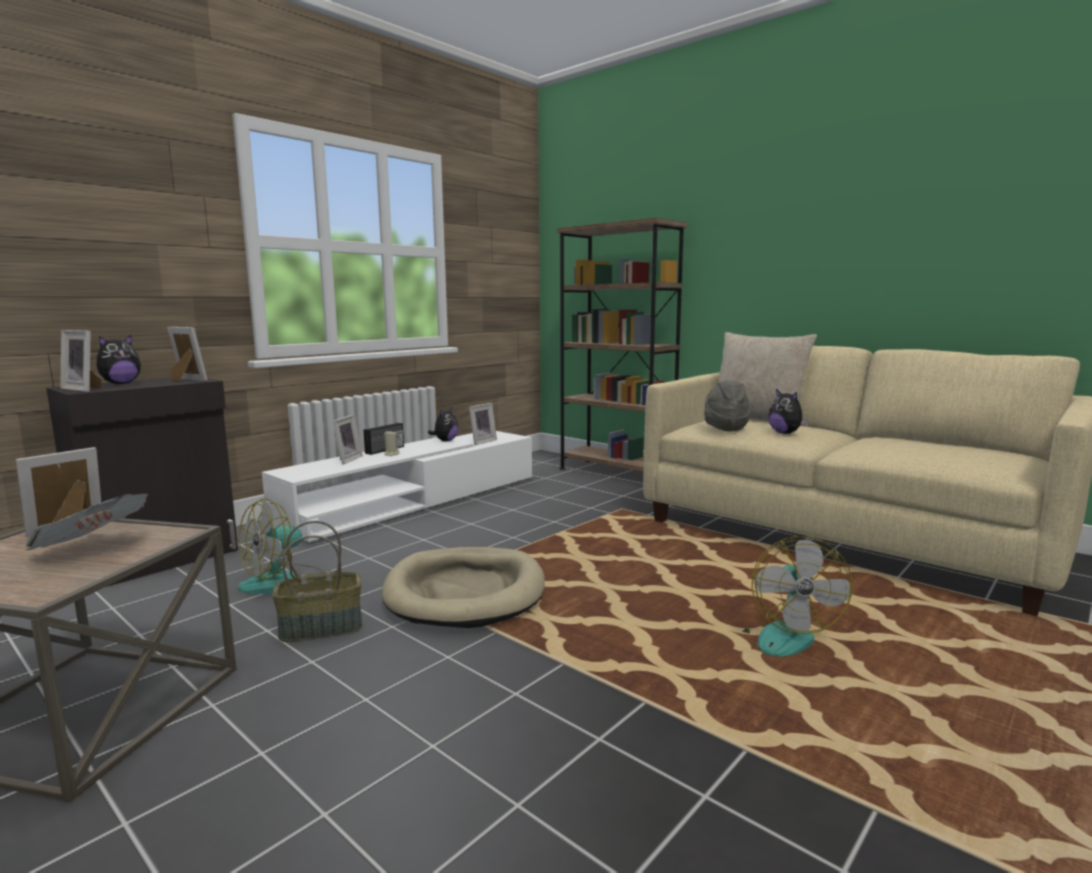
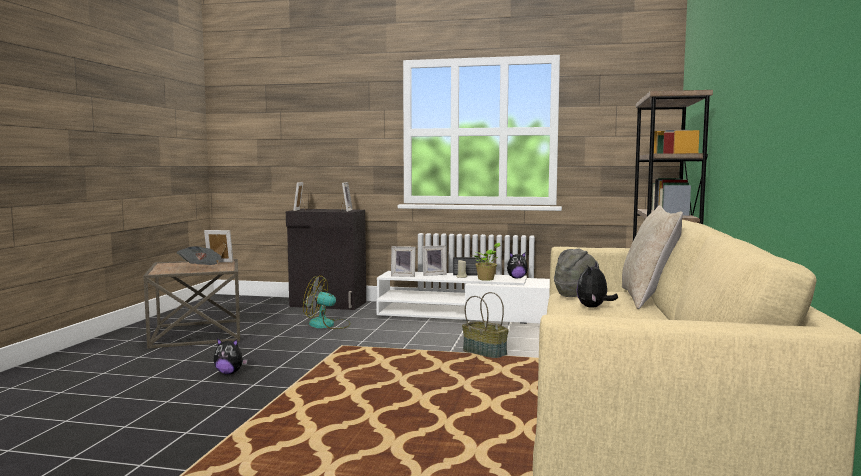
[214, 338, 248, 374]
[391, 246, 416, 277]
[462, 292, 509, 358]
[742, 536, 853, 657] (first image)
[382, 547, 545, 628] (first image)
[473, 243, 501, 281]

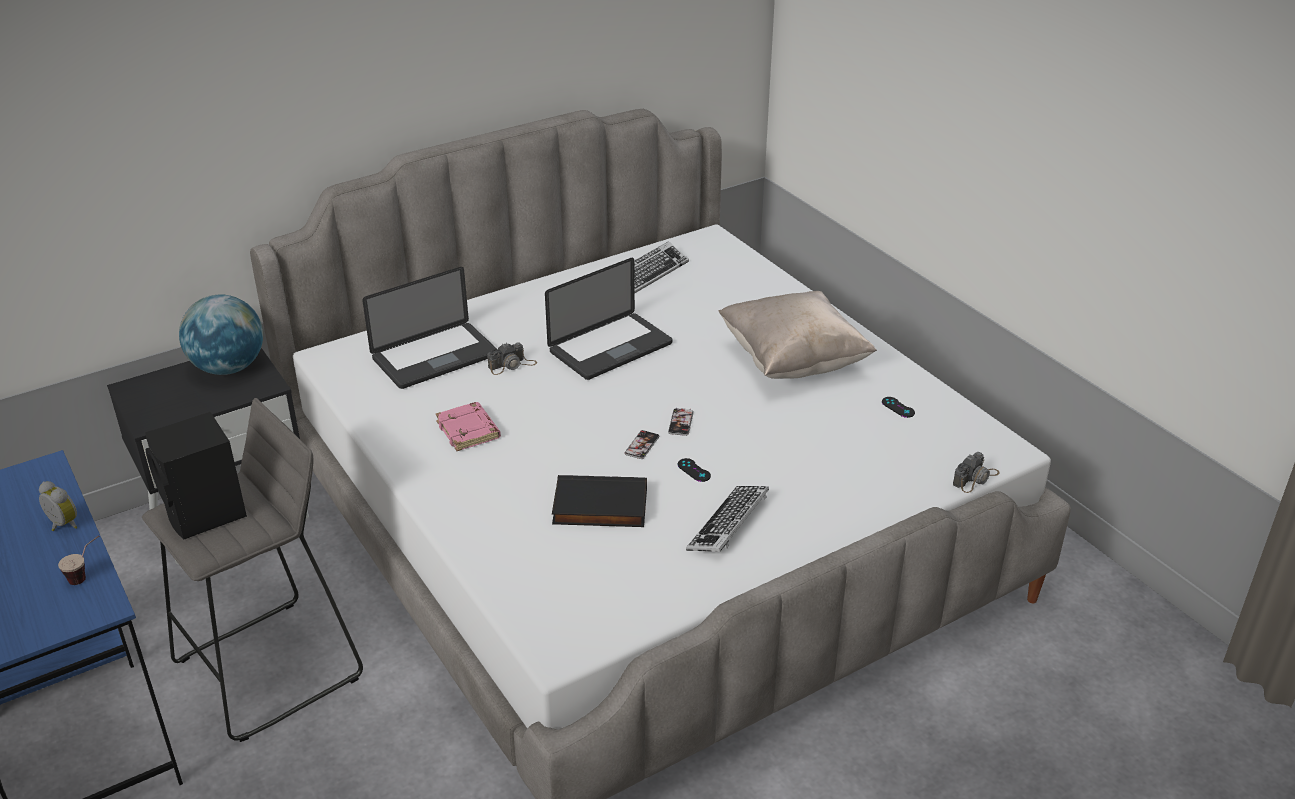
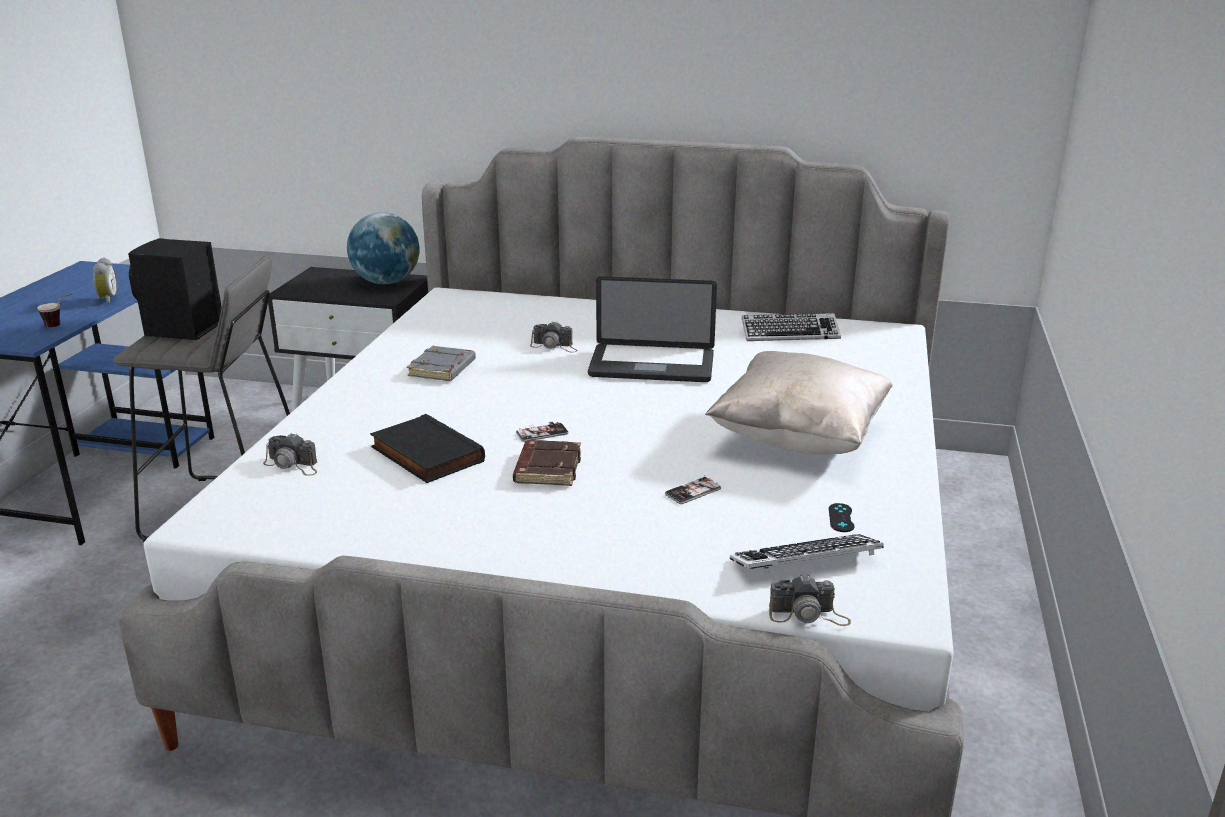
[362, 267, 498, 389] (first image)
[407, 346, 476, 381]
[665, 476, 721, 504]
[513, 440, 581, 486]
[730, 534, 884, 573]
[263, 433, 317, 476]

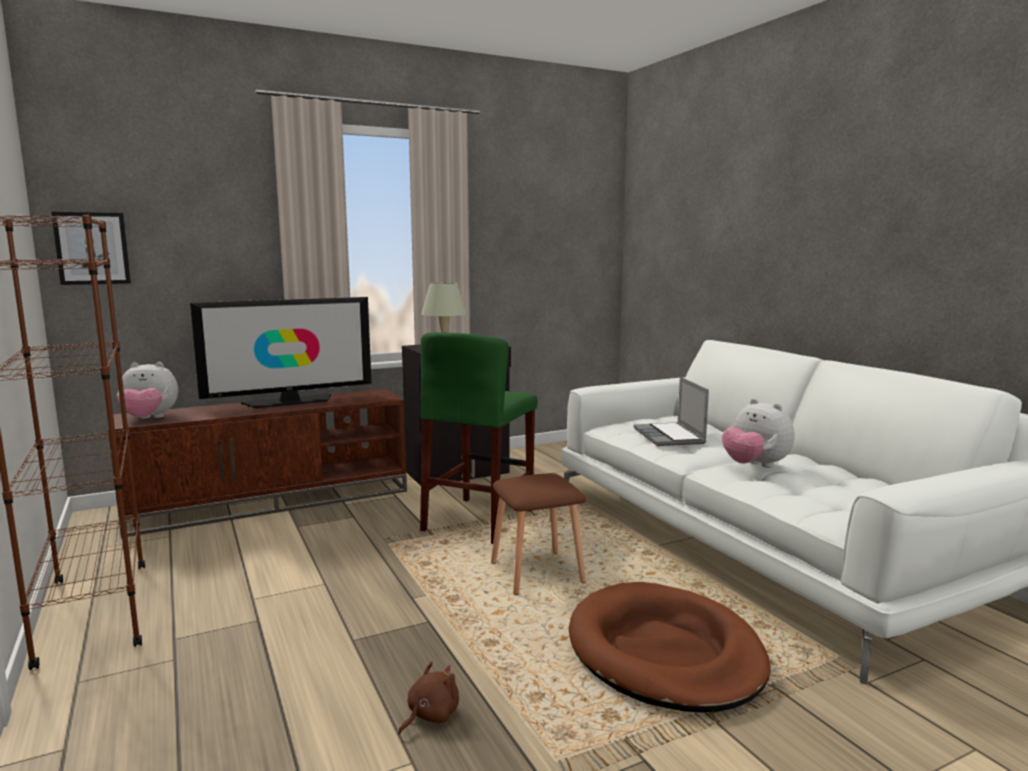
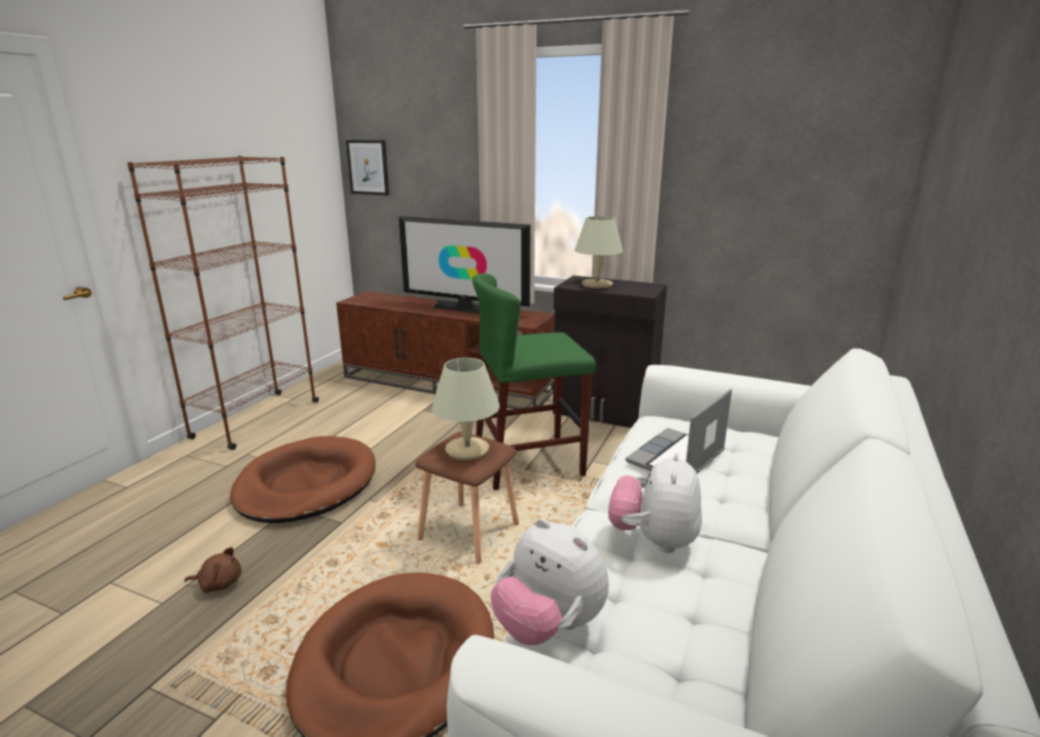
[491, 518, 609, 645]
[432, 358, 500, 460]
[230, 436, 376, 523]

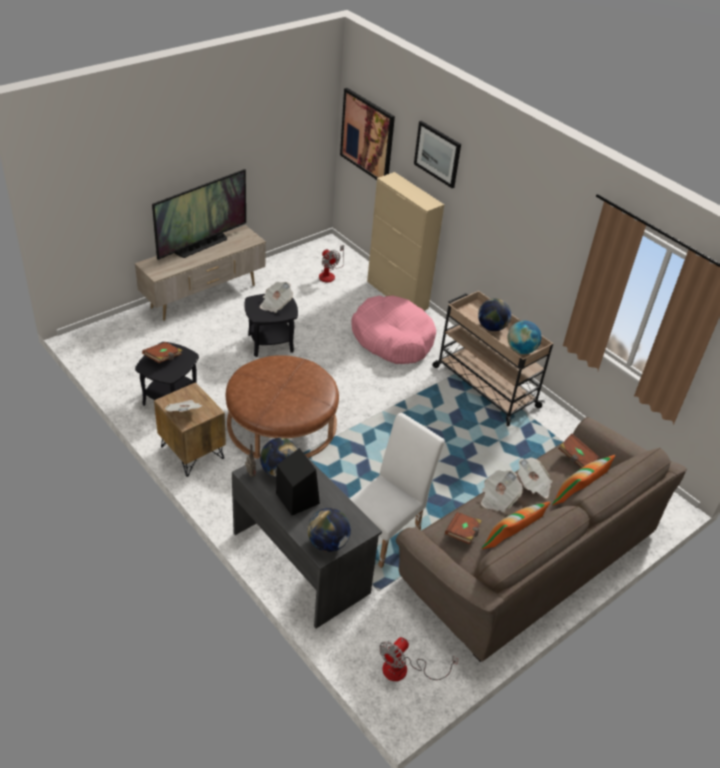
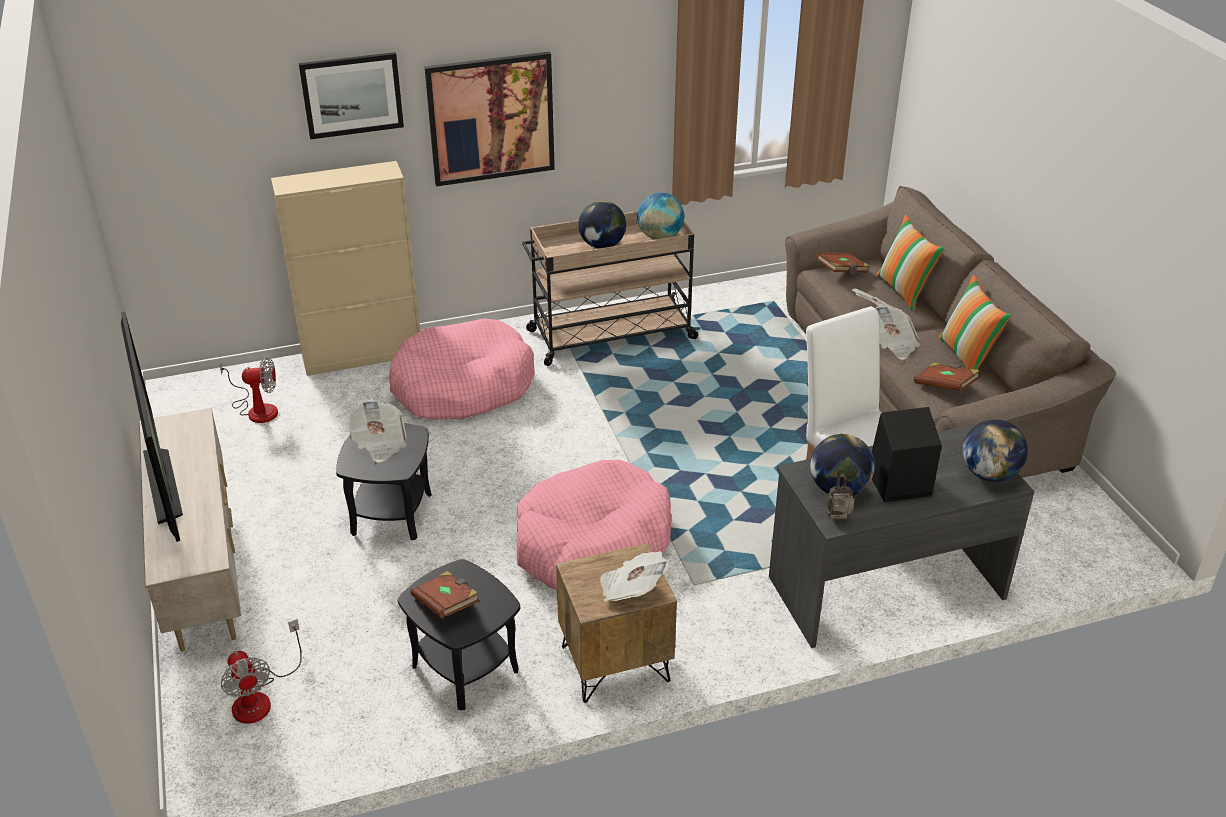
[424, 52, 555, 187]
[517, 460, 672, 590]
[221, 619, 302, 724]

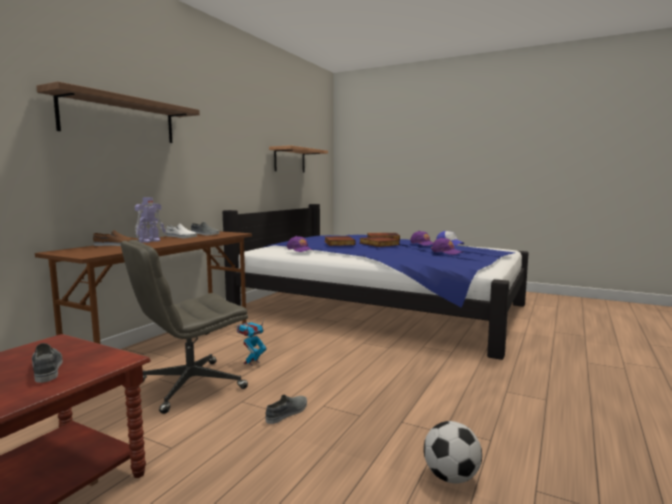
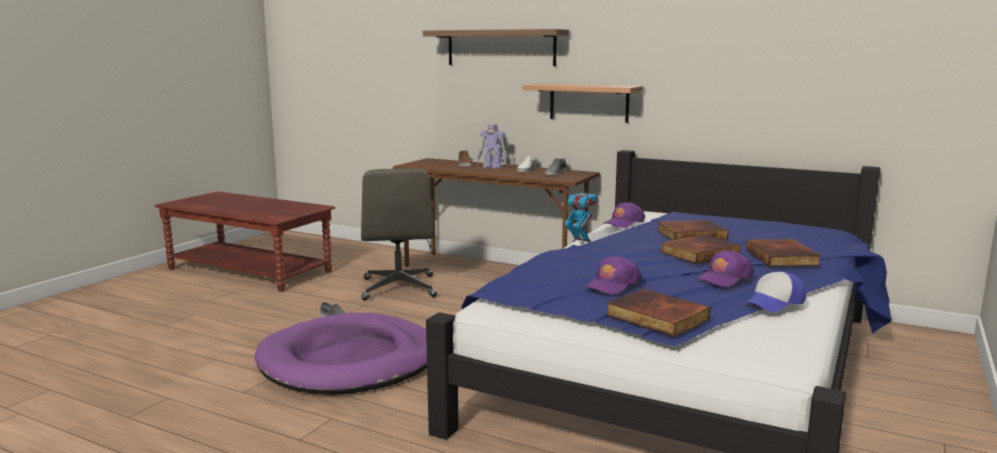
[522, 83, 643, 123]
[361, 169, 437, 301]
[564, 187, 599, 244]
[32, 343, 63, 383] (first image)
[424, 421, 482, 484] (first image)
[606, 289, 711, 337]
[255, 313, 427, 395]

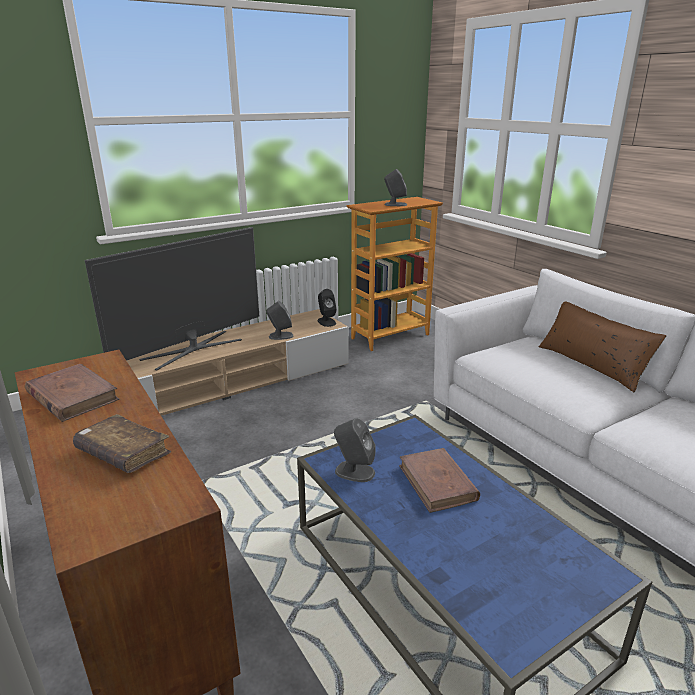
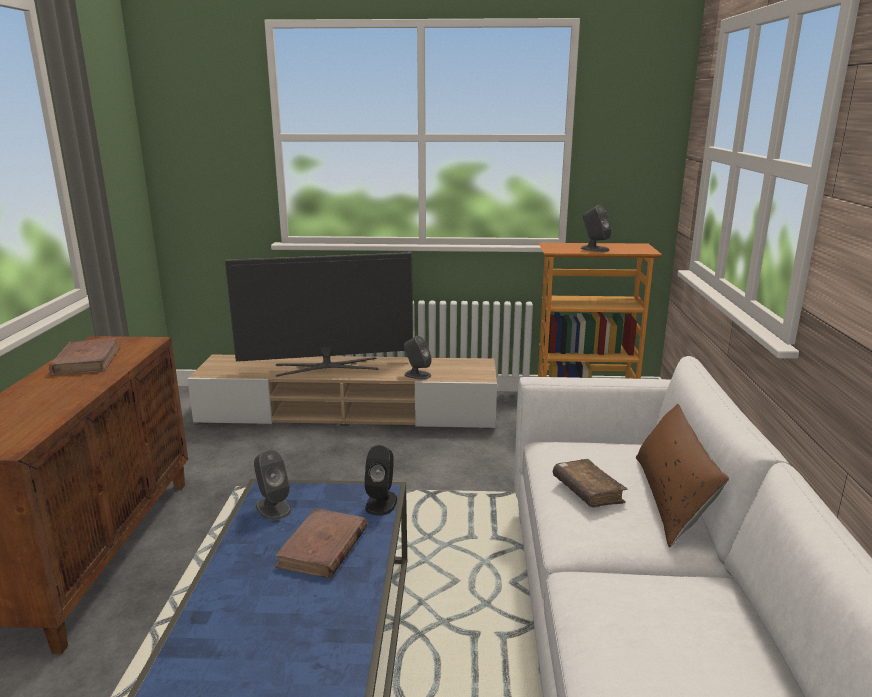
[364, 445, 397, 516]
[553, 459, 628, 508]

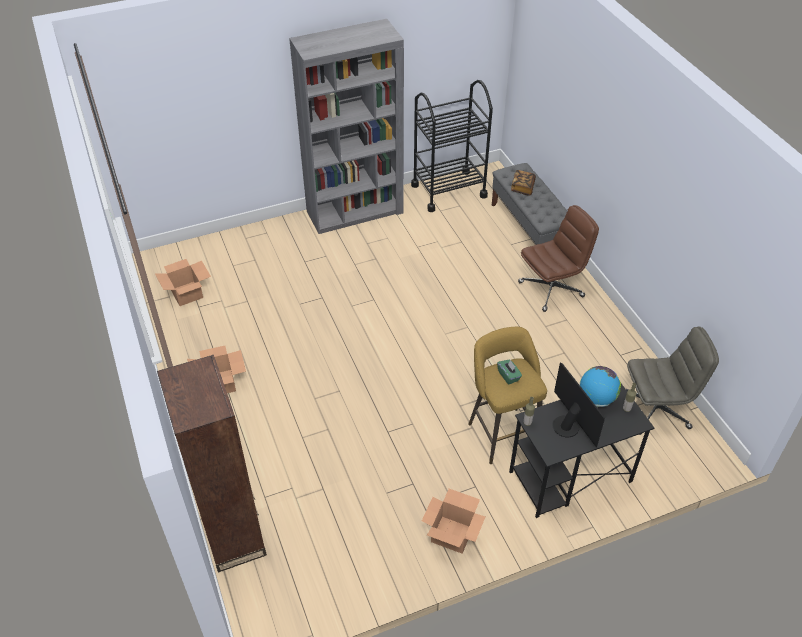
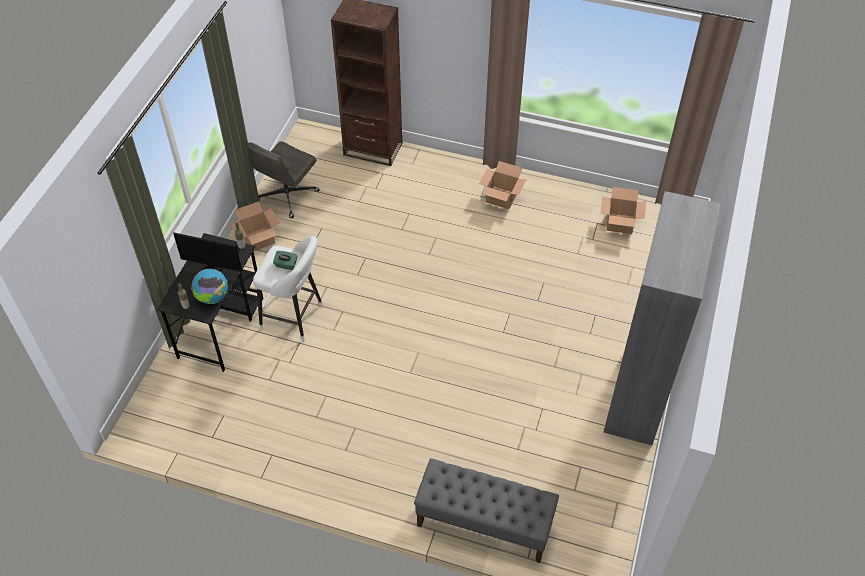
[411, 80, 493, 212] (first image)
[511, 170, 536, 196] (first image)
[518, 205, 599, 312] (first image)
[246, 141, 320, 218]
[253, 236, 323, 342]

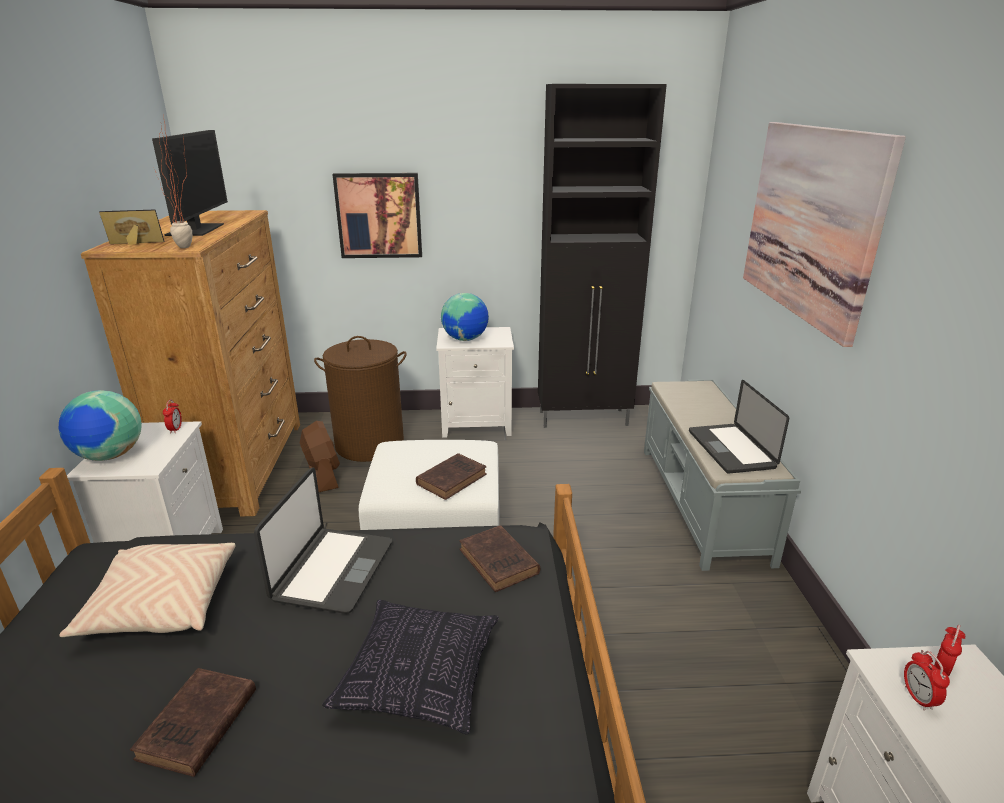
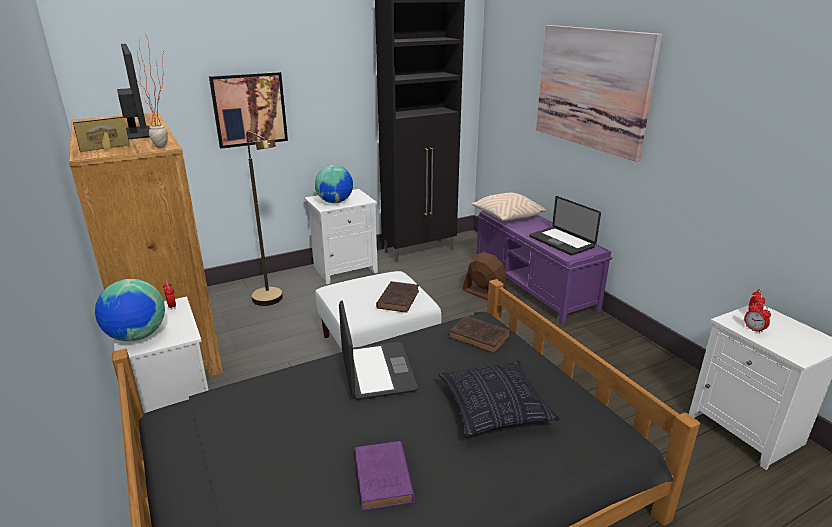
[246, 131, 283, 306]
[476, 211, 612, 324]
[463, 252, 507, 300]
[471, 193, 547, 221]
[355, 441, 415, 511]

